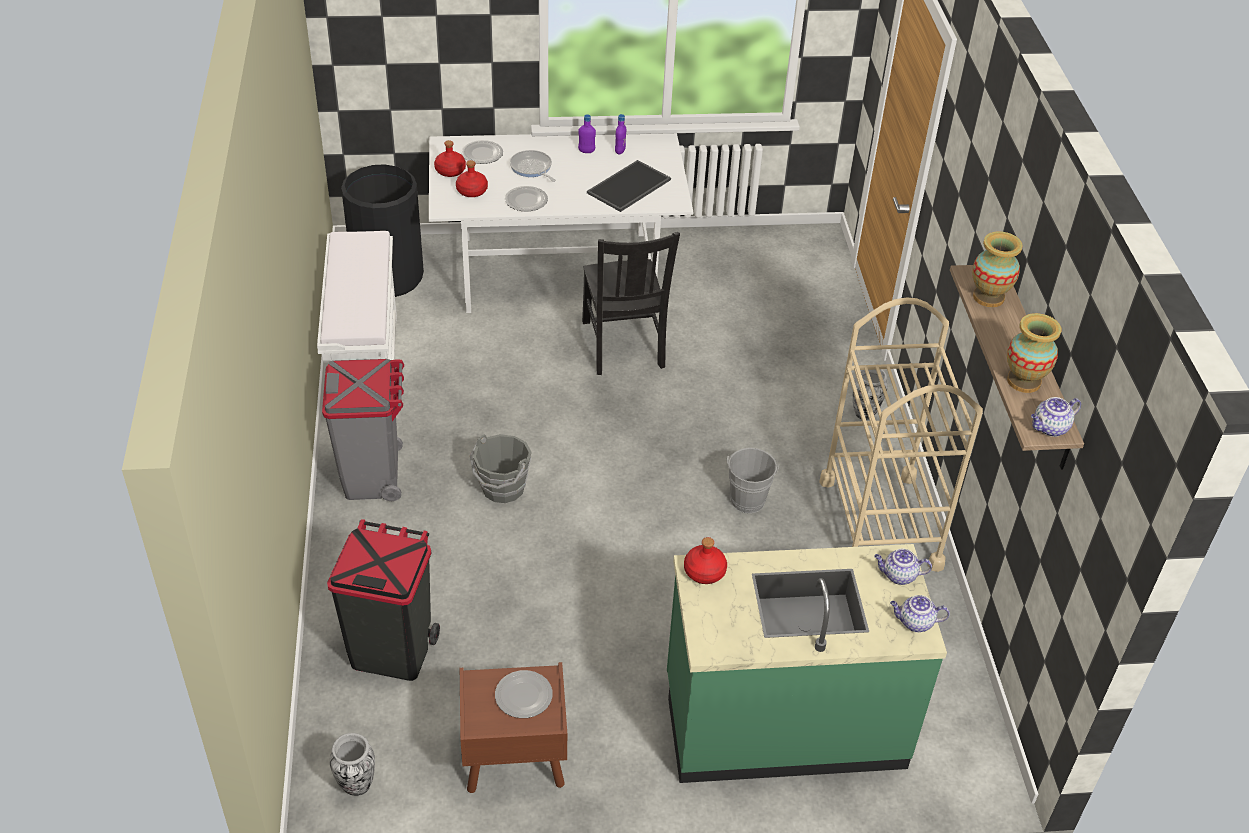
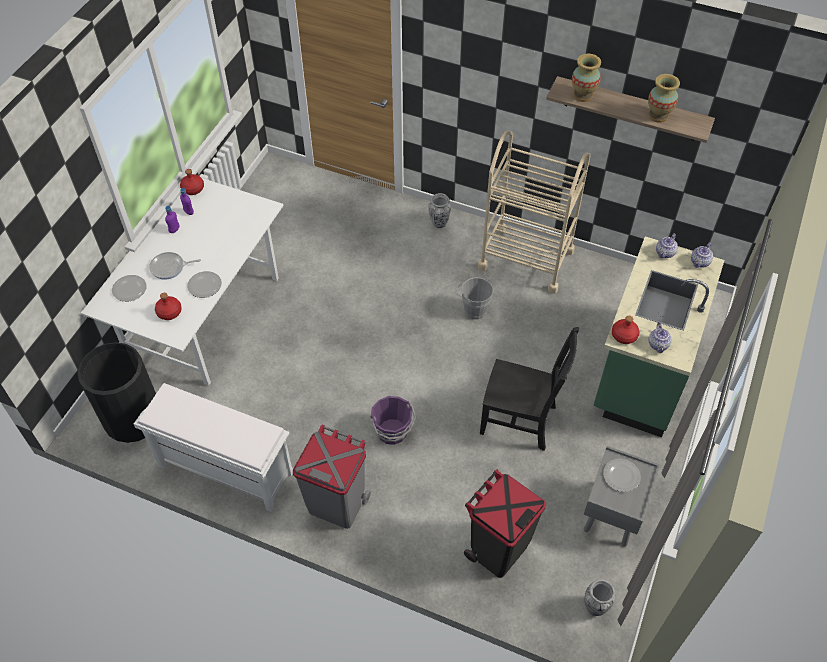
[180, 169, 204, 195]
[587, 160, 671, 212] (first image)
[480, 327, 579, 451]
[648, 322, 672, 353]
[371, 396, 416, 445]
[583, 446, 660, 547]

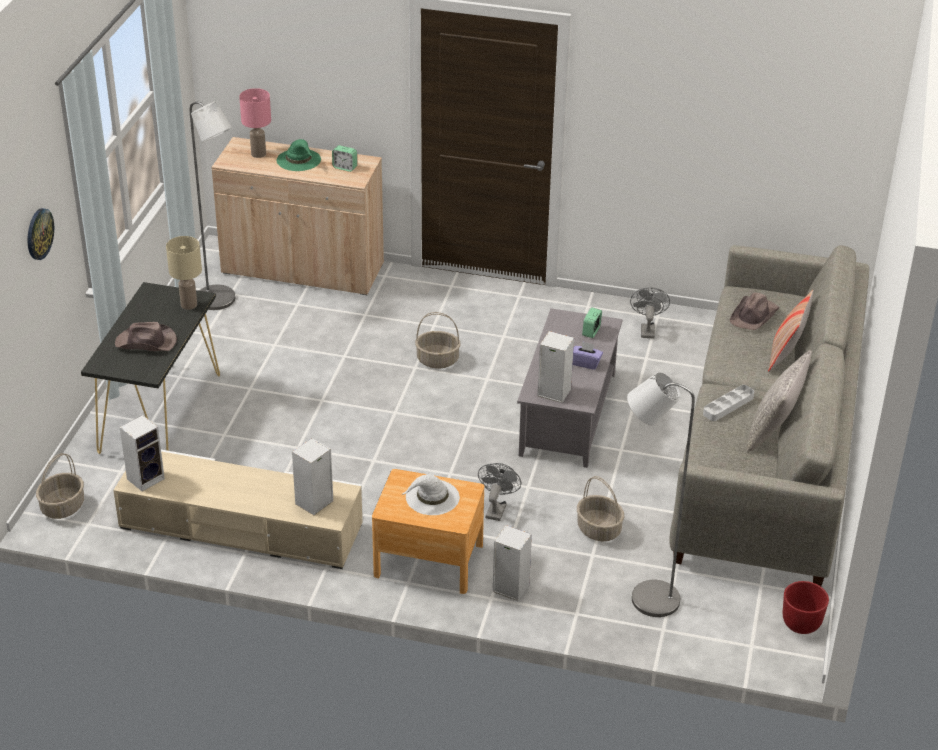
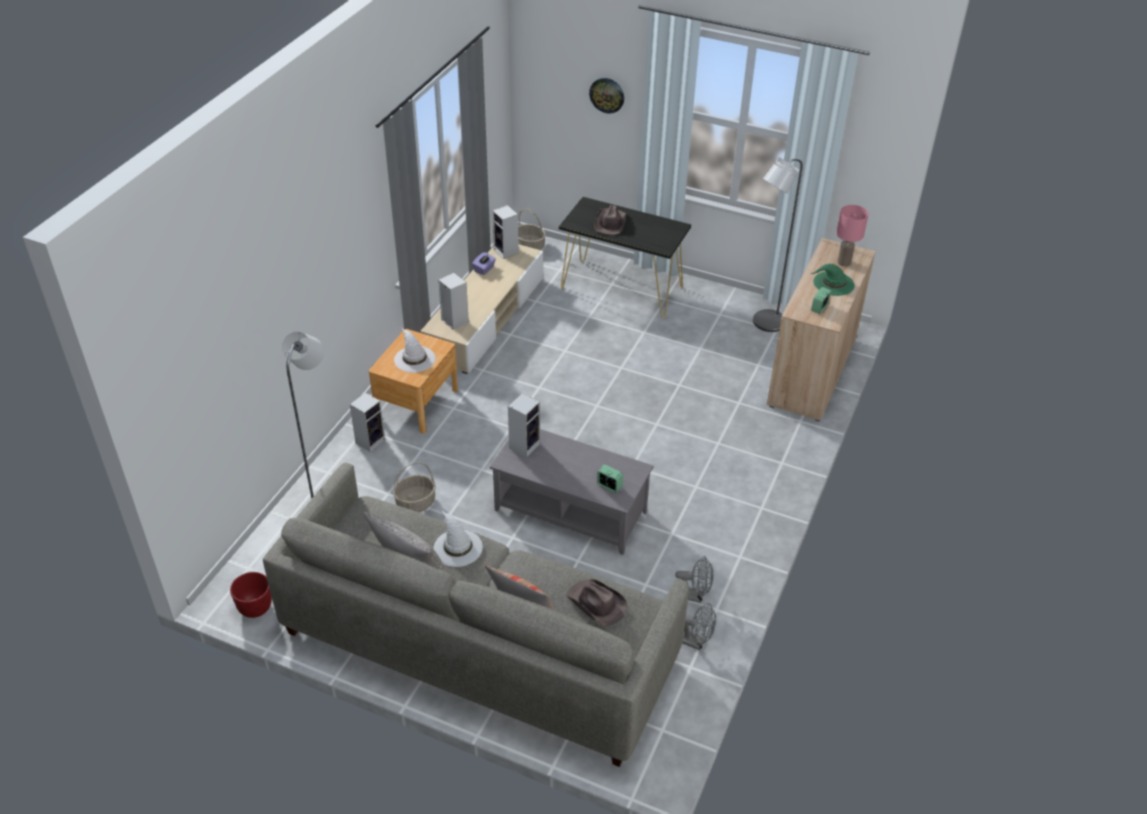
[166, 236, 202, 310] (first image)
[415, 312, 461, 368] (first image)
[472, 252, 496, 275]
[433, 509, 483, 567]
[682, 603, 716, 651]

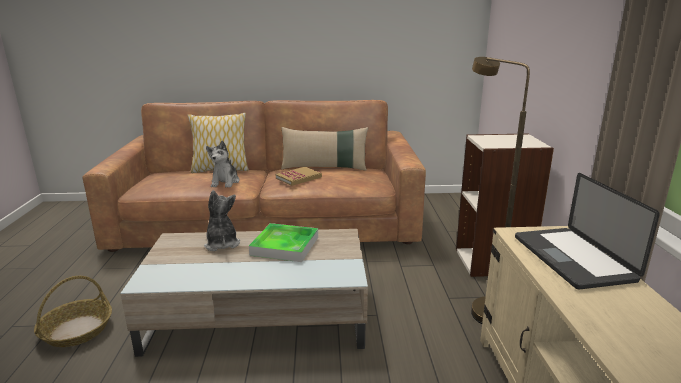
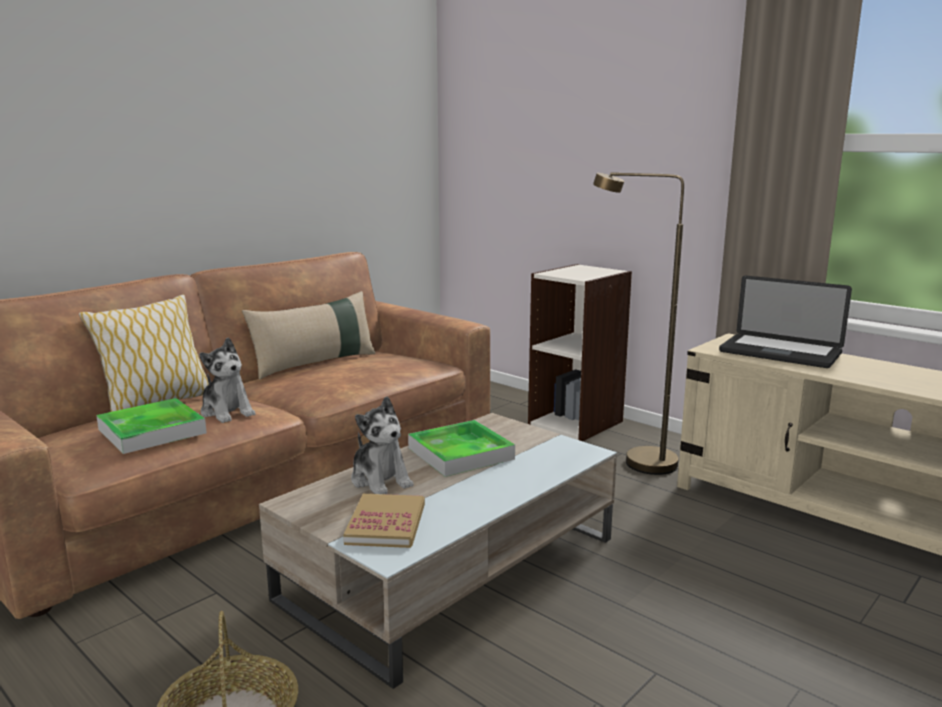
[343, 494, 425, 548]
[351, 396, 414, 494]
[96, 398, 207, 454]

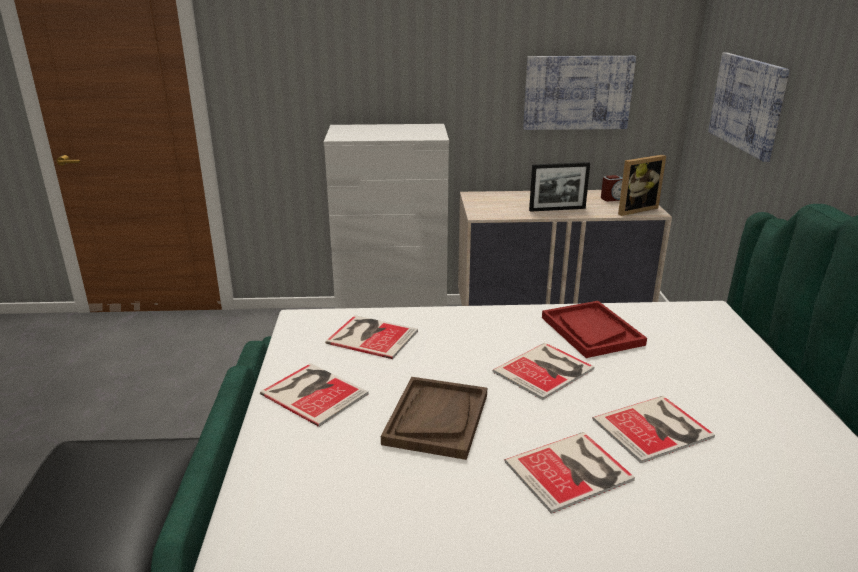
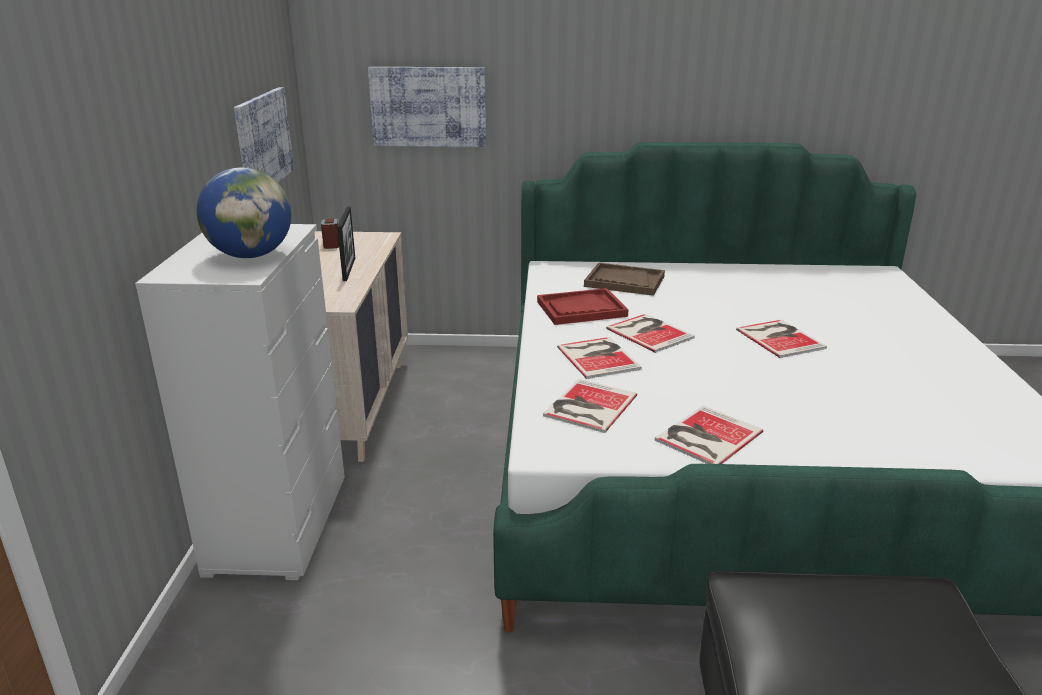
[618, 155, 666, 216] (first image)
[584, 262, 665, 296]
[557, 337, 642, 379]
[197, 167, 291, 258]

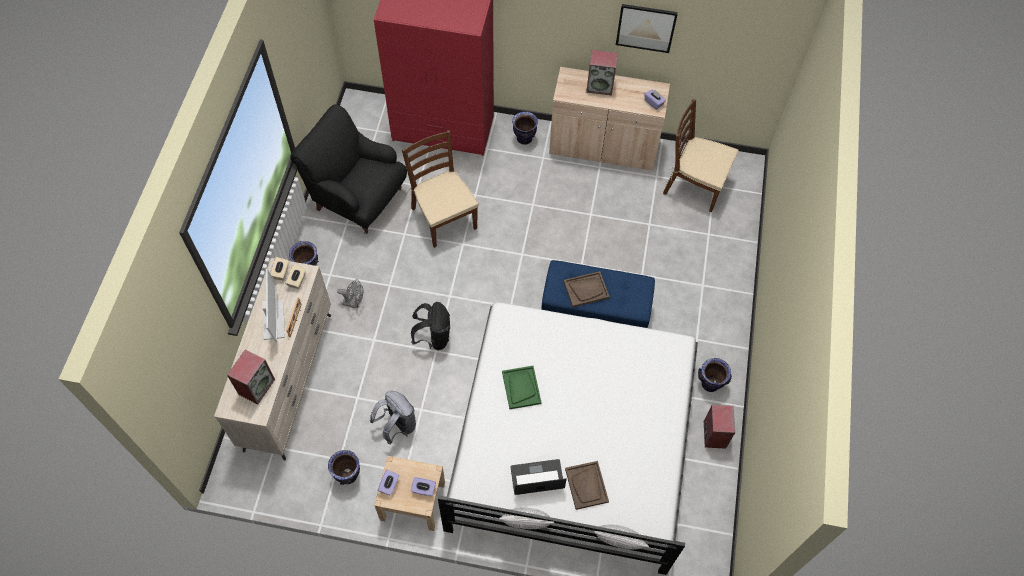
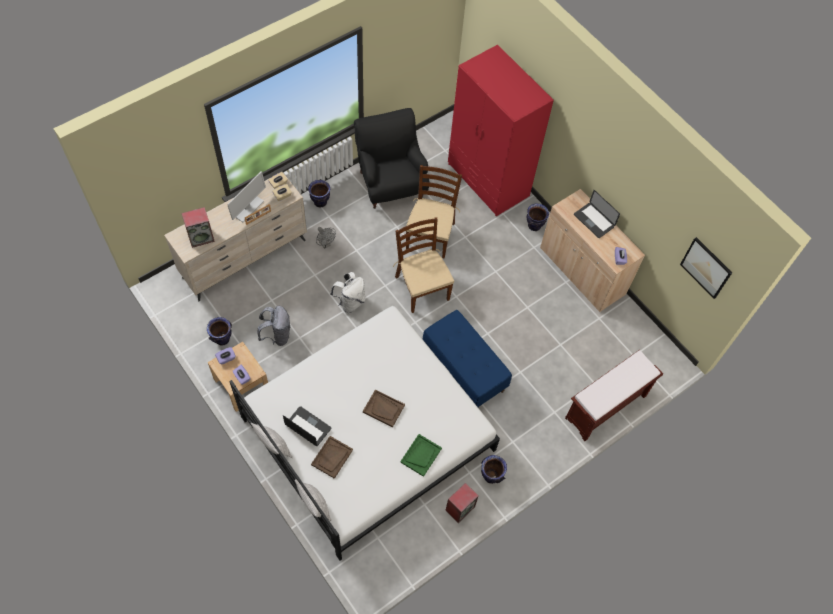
[680, 237, 732, 299]
[574, 190, 620, 238]
[393, 217, 454, 313]
[363, 390, 405, 427]
[330, 272, 365, 313]
[400, 434, 442, 477]
[565, 350, 663, 441]

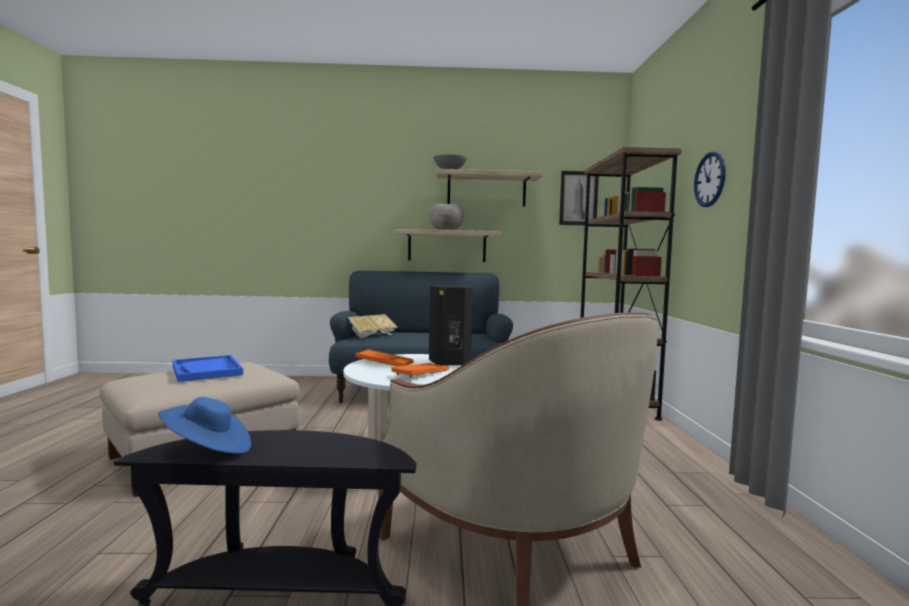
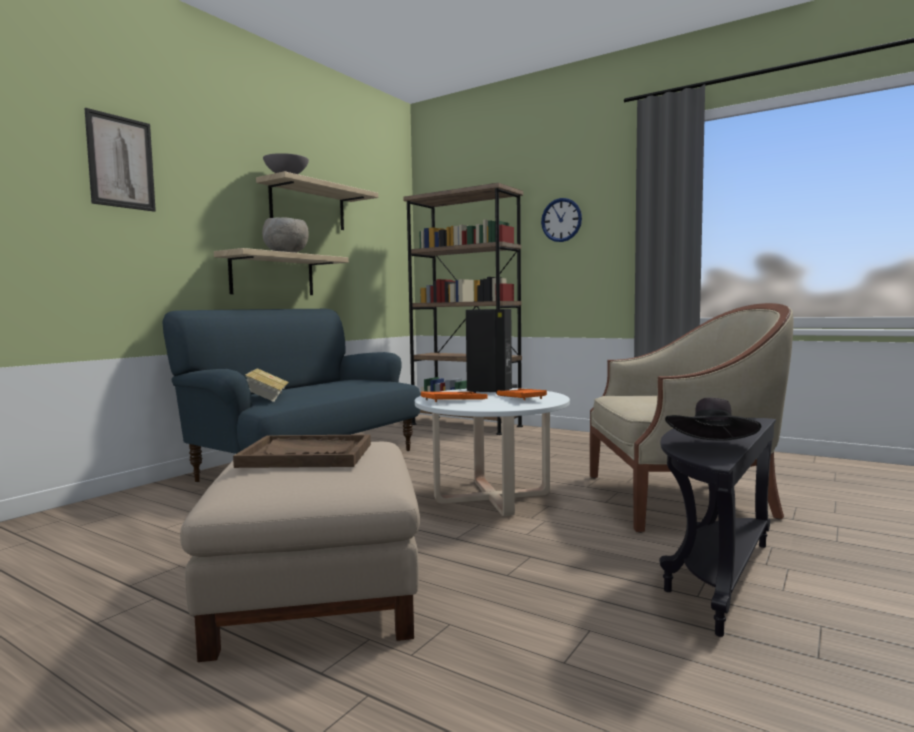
[84, 108, 156, 212]
[233, 434, 371, 468]
[665, 398, 761, 441]

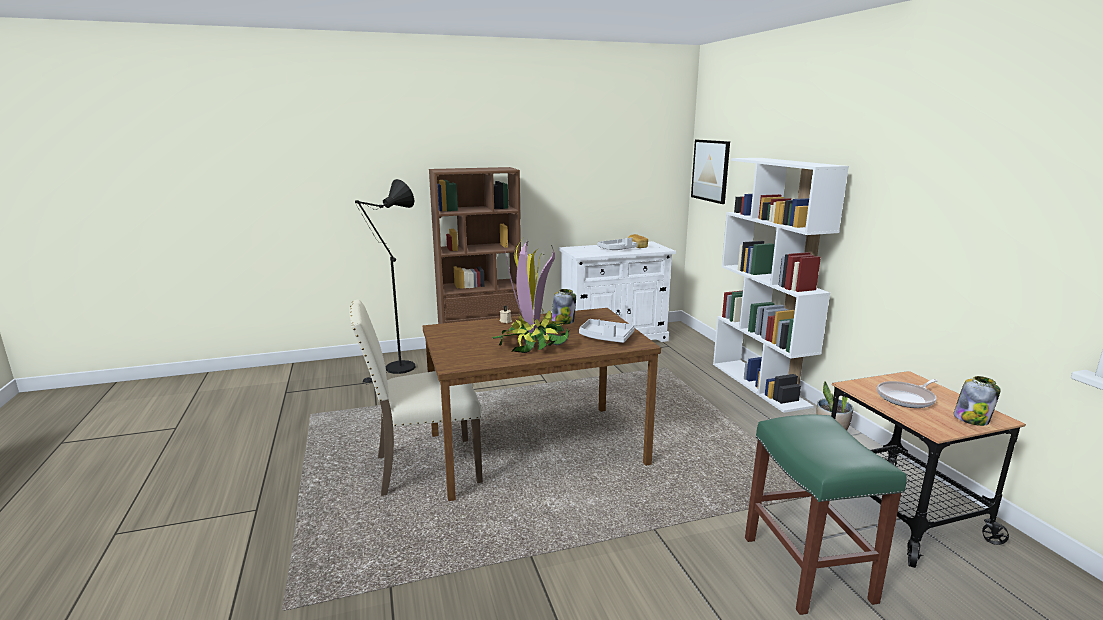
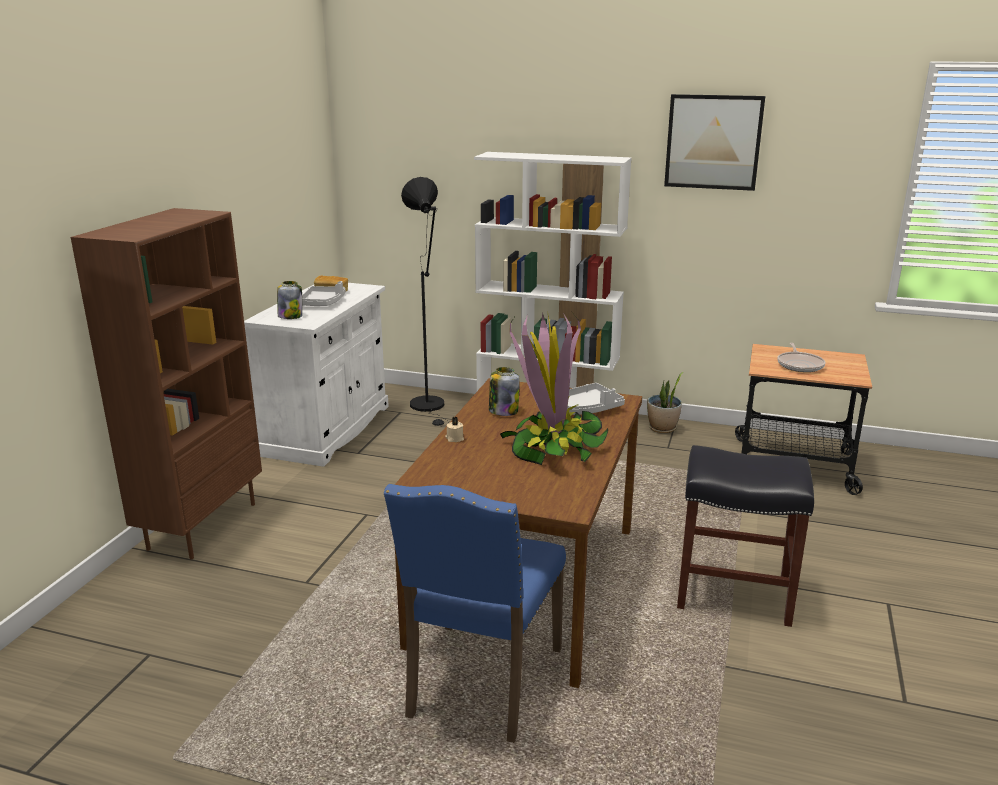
[664, 94, 765, 191]
[401, 177, 449, 426]
[384, 484, 566, 743]
[277, 281, 302, 319]
[745, 415, 907, 615] (first image)
[677, 445, 814, 627]

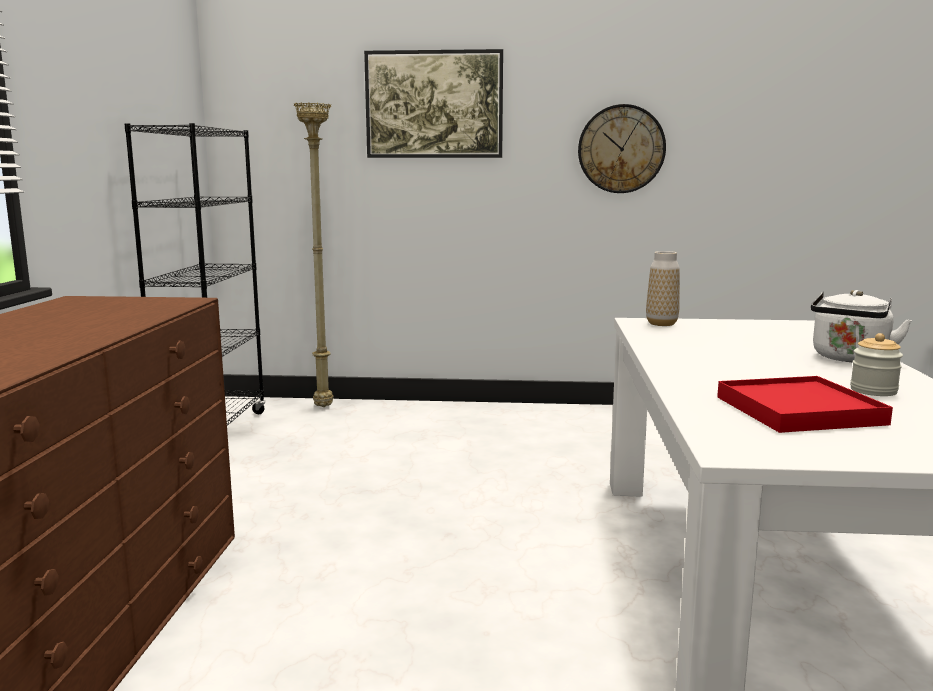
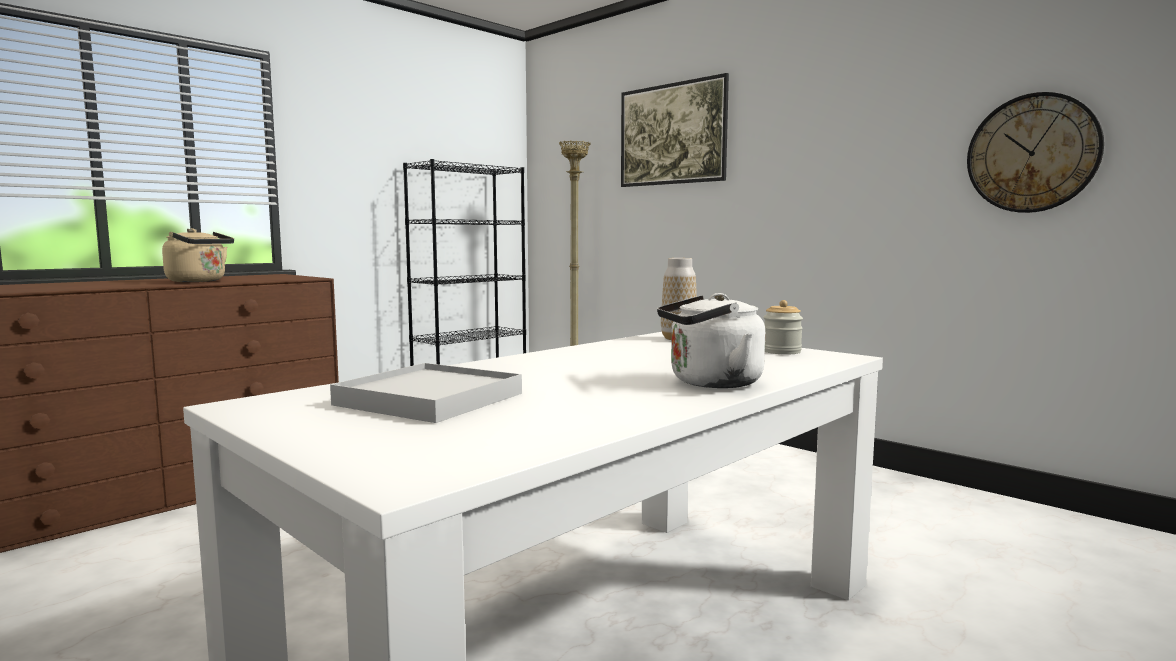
[967, 92, 1104, 213]
[763, 300, 803, 355]
[330, 363, 522, 423]
[162, 228, 234, 282]

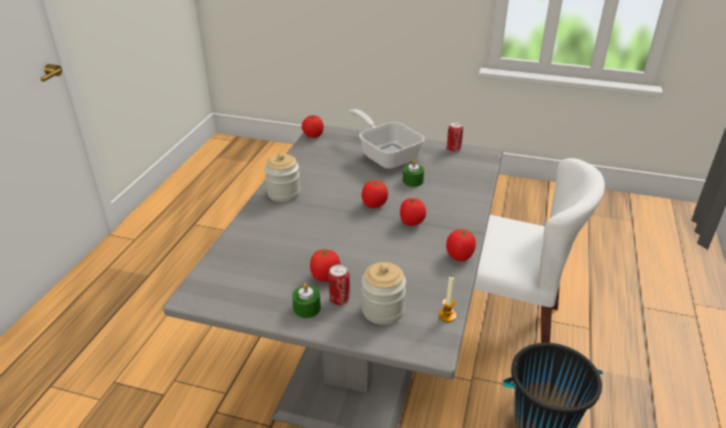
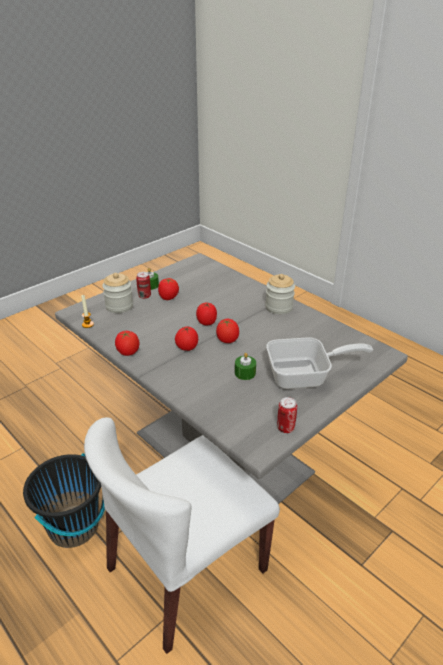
[196, 303, 217, 325]

